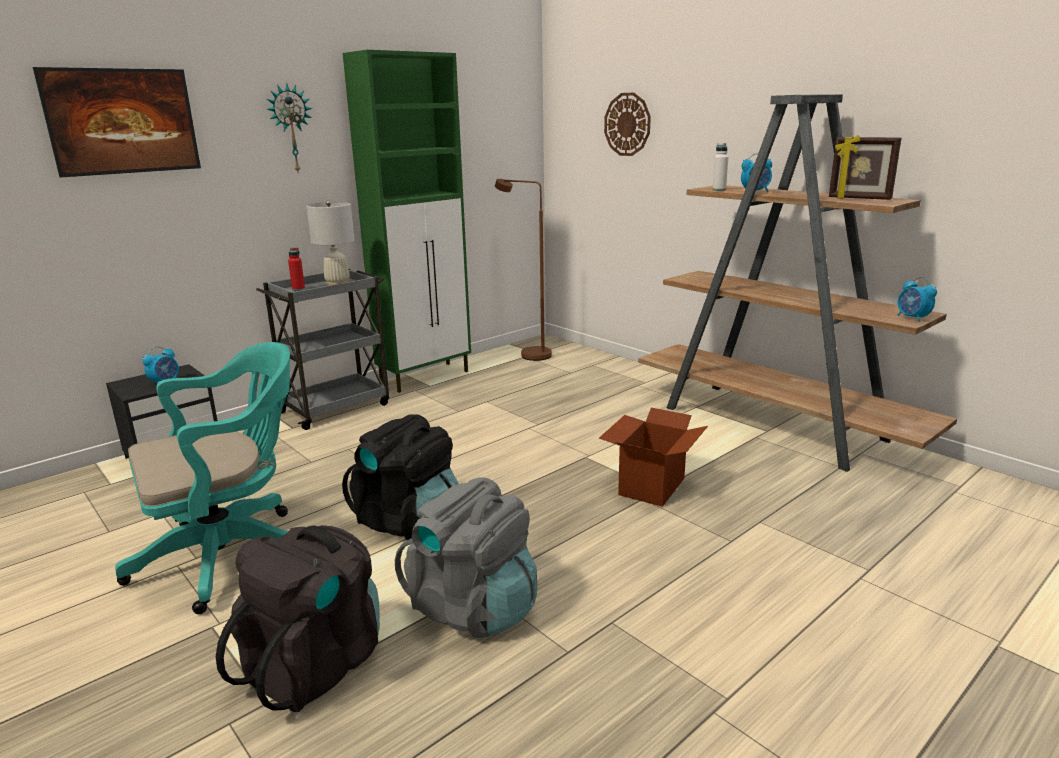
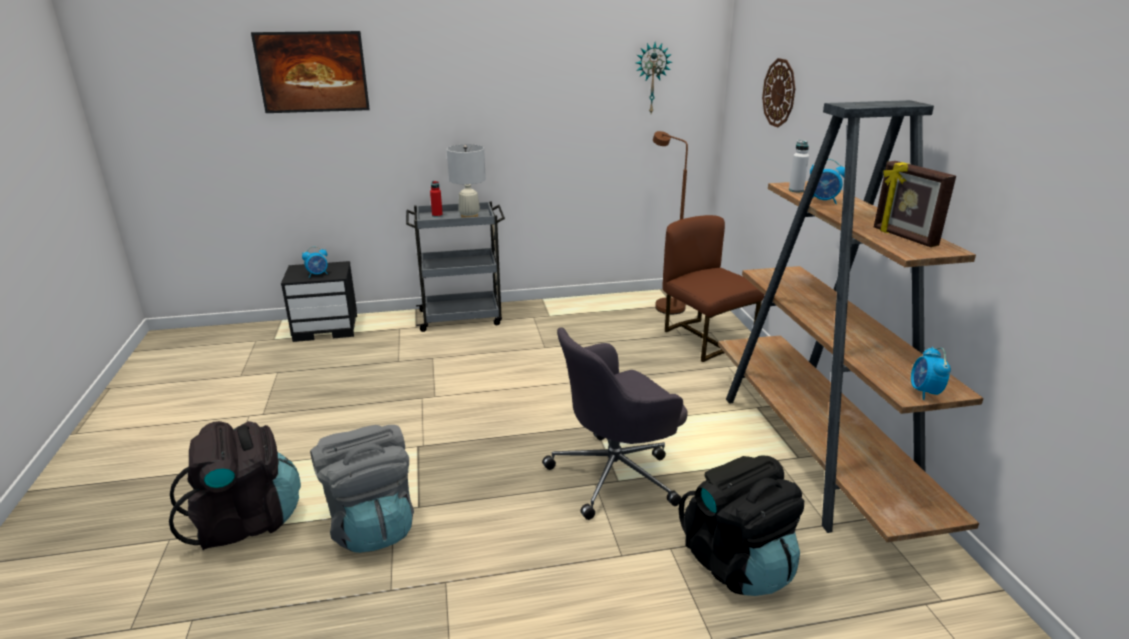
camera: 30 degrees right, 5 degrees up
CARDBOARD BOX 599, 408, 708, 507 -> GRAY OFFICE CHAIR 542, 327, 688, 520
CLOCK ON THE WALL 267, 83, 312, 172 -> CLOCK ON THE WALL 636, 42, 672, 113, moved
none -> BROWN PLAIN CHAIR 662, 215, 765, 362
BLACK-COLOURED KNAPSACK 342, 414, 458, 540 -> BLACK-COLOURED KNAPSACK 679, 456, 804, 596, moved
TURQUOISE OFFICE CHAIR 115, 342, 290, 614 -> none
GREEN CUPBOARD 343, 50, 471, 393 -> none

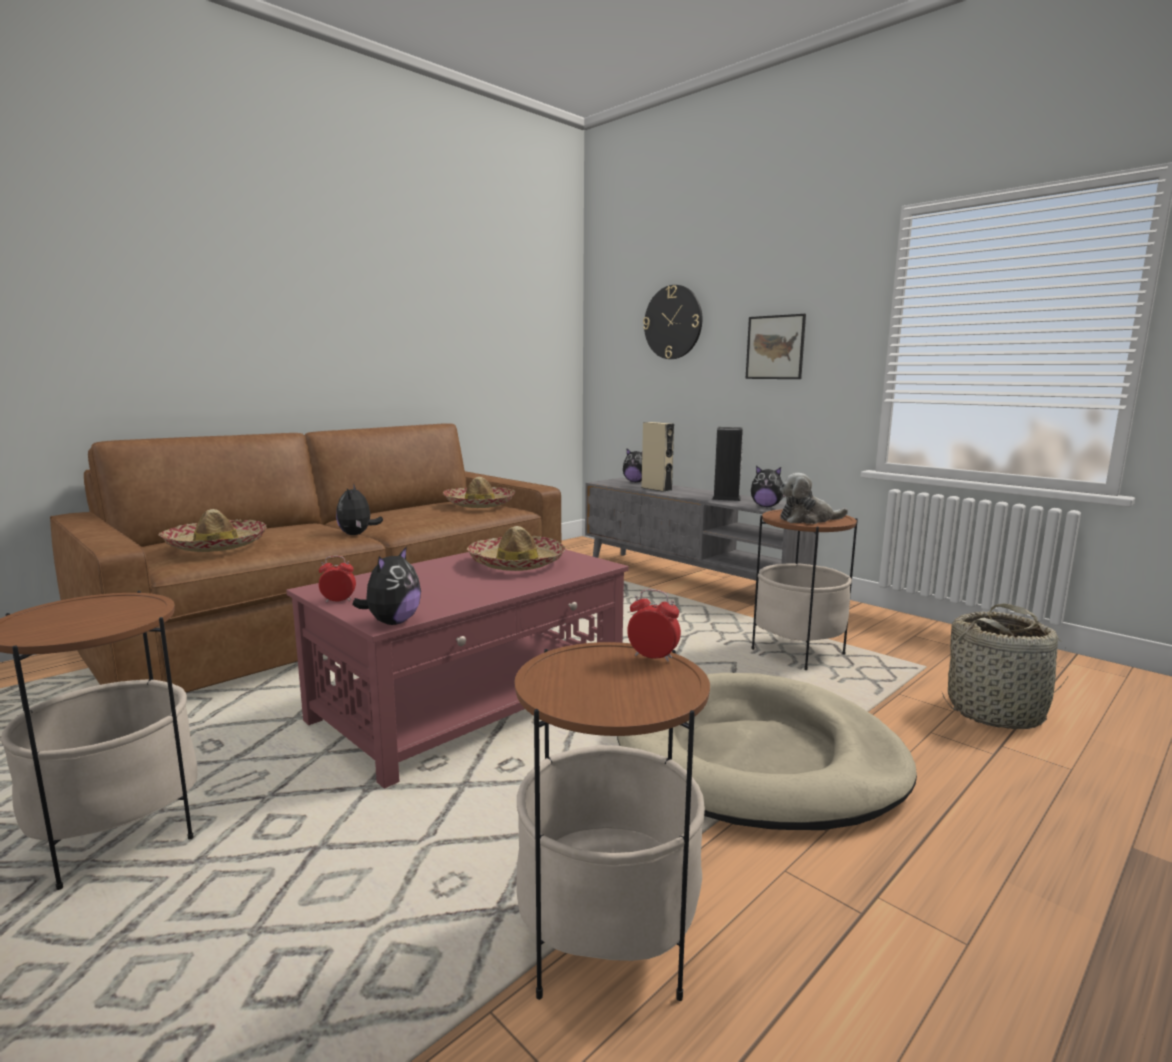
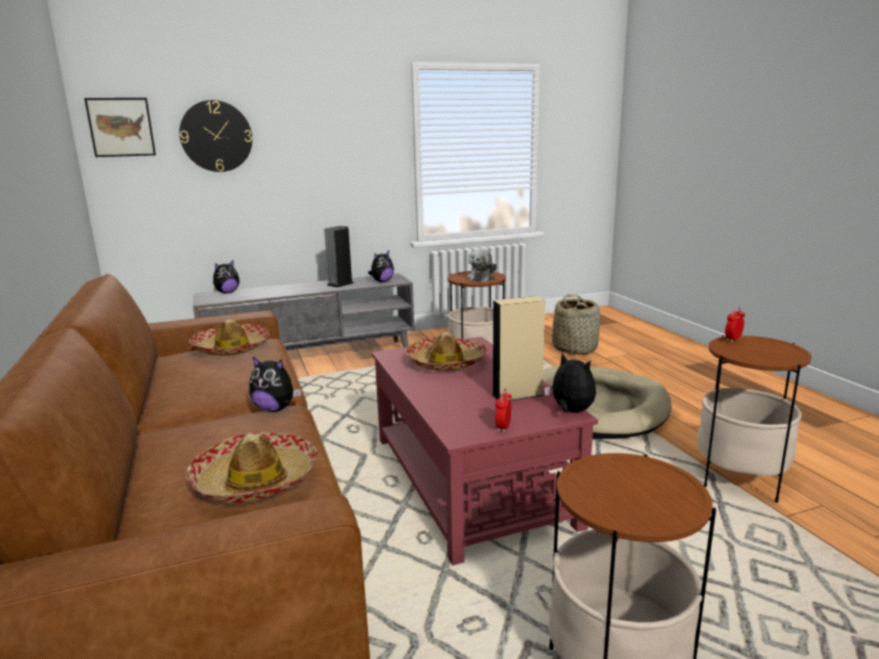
camera: 65 degrees left, 5 degrees up
WALL ART 745, 314, 806, 379 -> WALL ART 84, 98, 156, 157, moved
BEIGE SPEAKER 641, 422, 674, 492 -> BEIGE SPEAKER 492, 296, 545, 400, moved

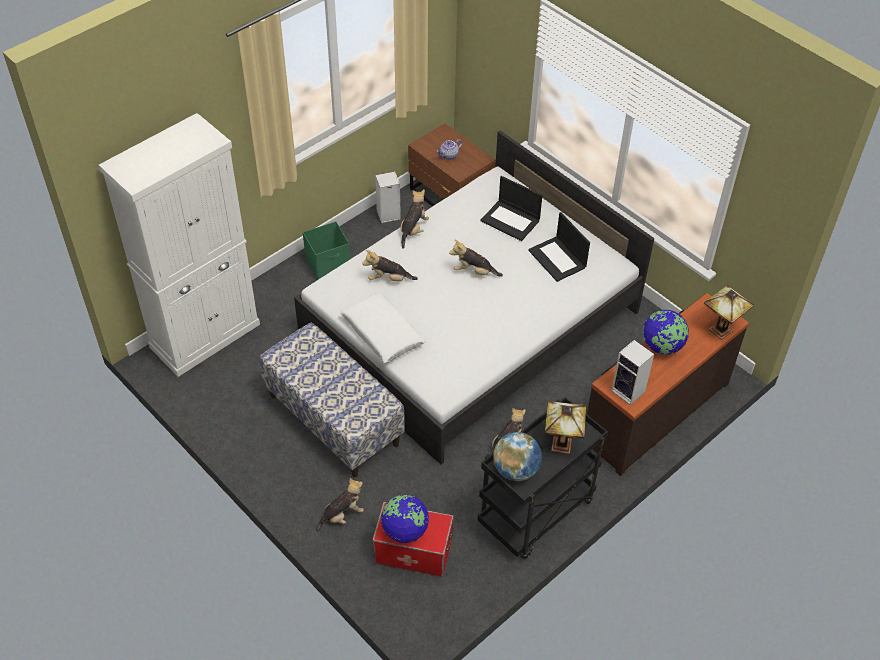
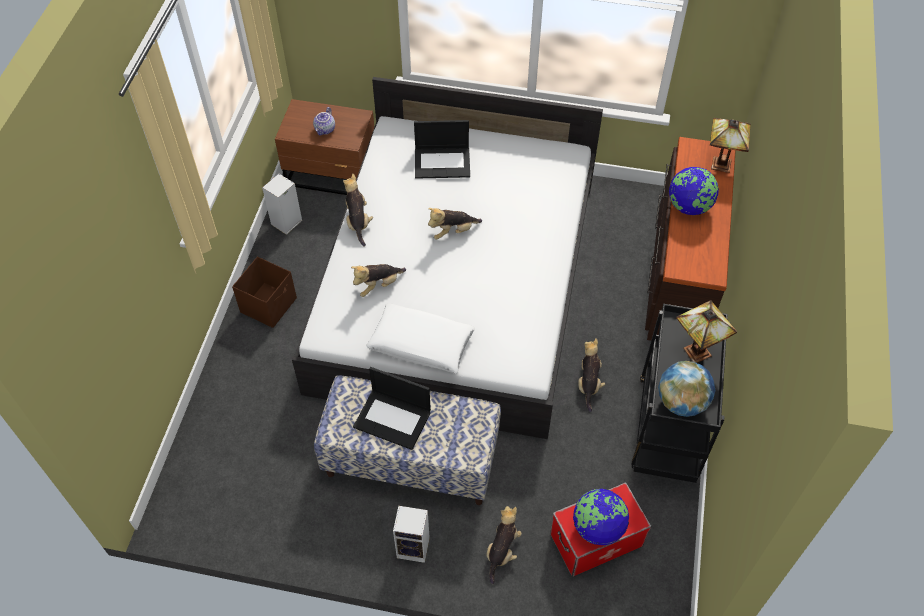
camera: 35 degrees left, 5 degrees up
GREEN STORAGE CONTAINER 303, 221, 351, 280 -> BROWN STORAGE CONTAINER 232, 256, 297, 328
LAPTOP 528, 212, 590, 282 -> LAPTOP 353, 367, 431, 450, moved
SPEAKER 611, 340, 654, 405 -> SPEAKER 393, 506, 430, 563, moved
WHITISH CUPBOARD 99, 113, 260, 377 -> none

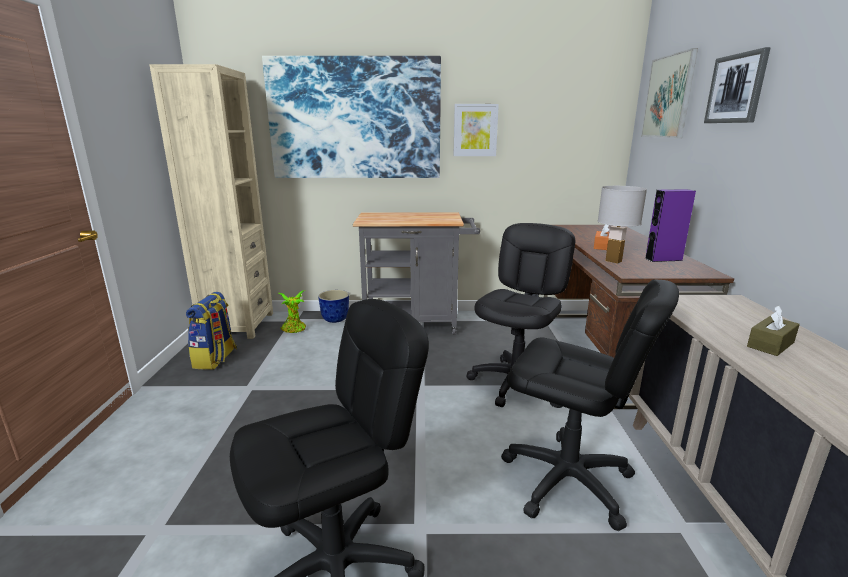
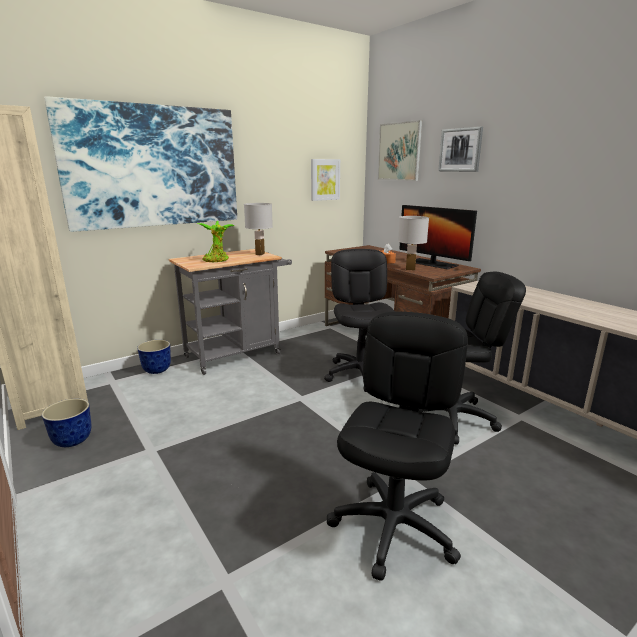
camera: 35 degrees left, 0 degrees up
KNAPSACK 186, 292, 237, 370 -> PLANT POT 42, 399, 91, 447
HOUSEPLANT 279, 290, 306, 333 -> HOUSEPLANT 197, 221, 235, 262, moved
none -> WHITISH LAMP FOR A TABLE 244, 203, 273, 255
WALL ART 453, 104, 499, 156 -> WALL ART 311, 159, 340, 201, moved
PURPLE SPEAKER 645, 189, 696, 262 -> COMPUTER SCREEN 399, 205, 477, 269
BROWN BOX OF TISSUES 747, 305, 800, 356 -> none

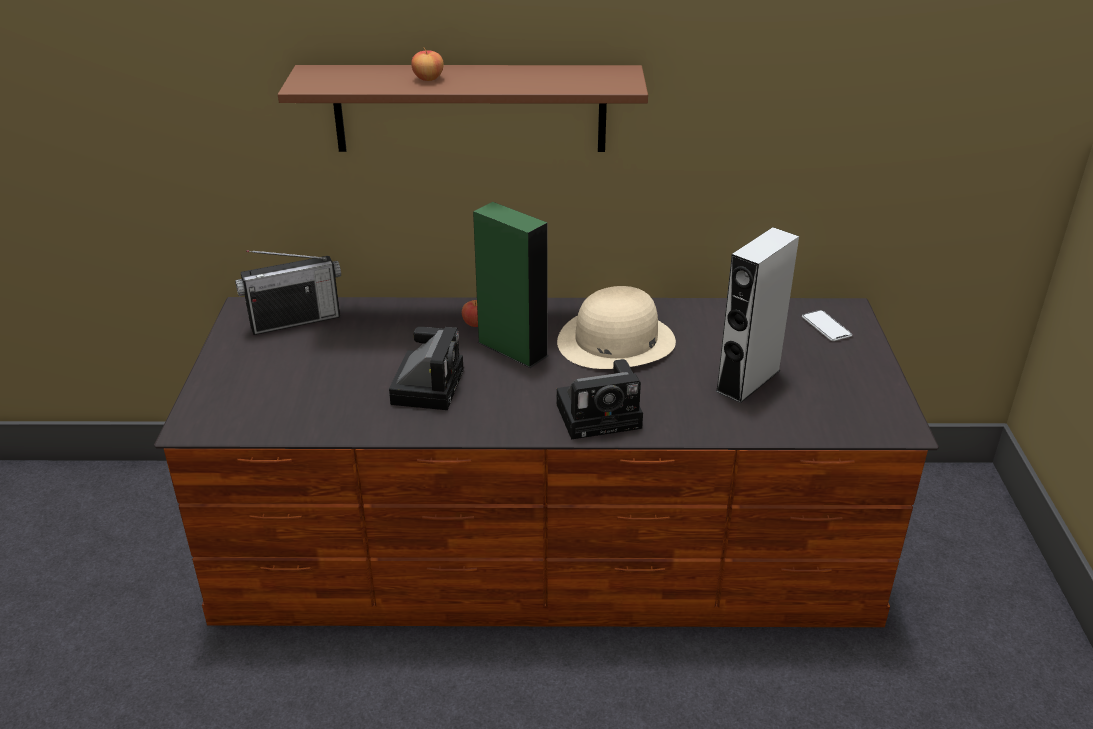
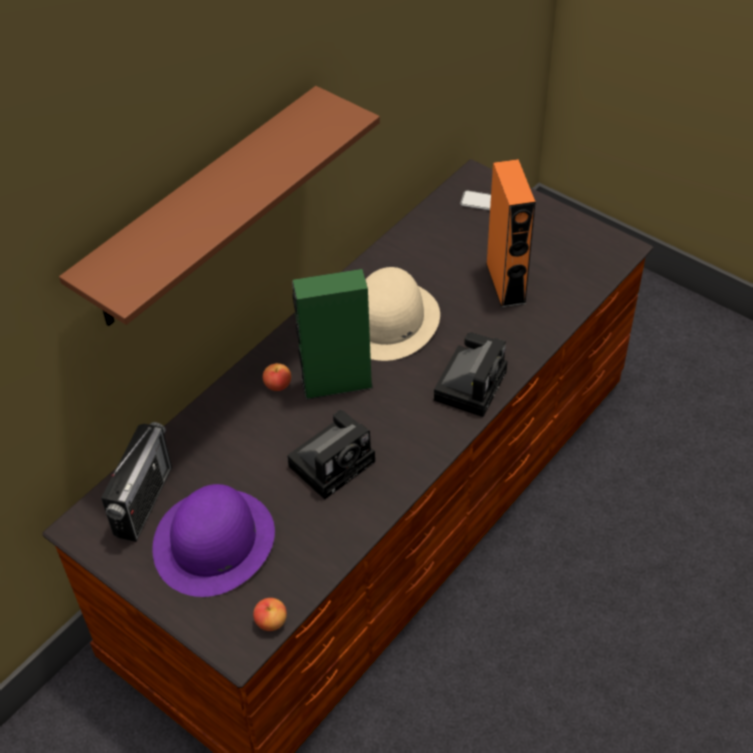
camera: 50 degrees left, 15 degrees up
none -> PURPLE HAT 152, 484, 275, 597
APPLE 411, 47, 444, 81 -> APPLE 253, 598, 287, 631, moved
PHOTO CAMERA 389, 327, 464, 410 -> PHOTO CAMERA 287, 410, 375, 500, 90 degrees clockwise
GRAY SPEAKER 715, 227, 799, 403 -> ORANGE-COLOURED SPEAKER 486, 159, 536, 308

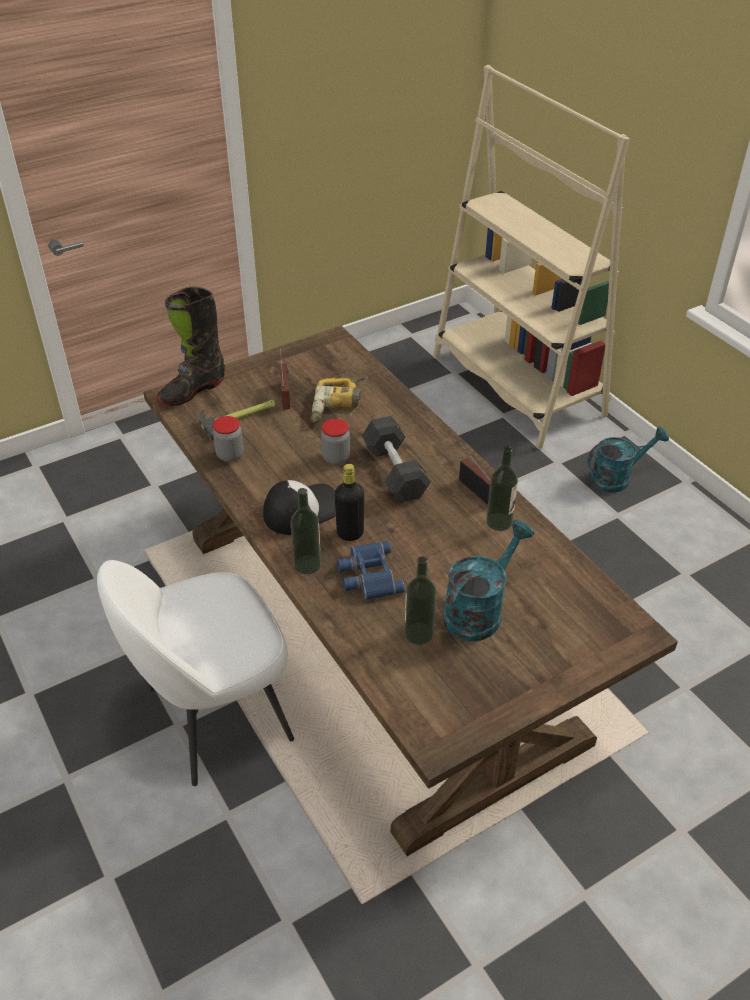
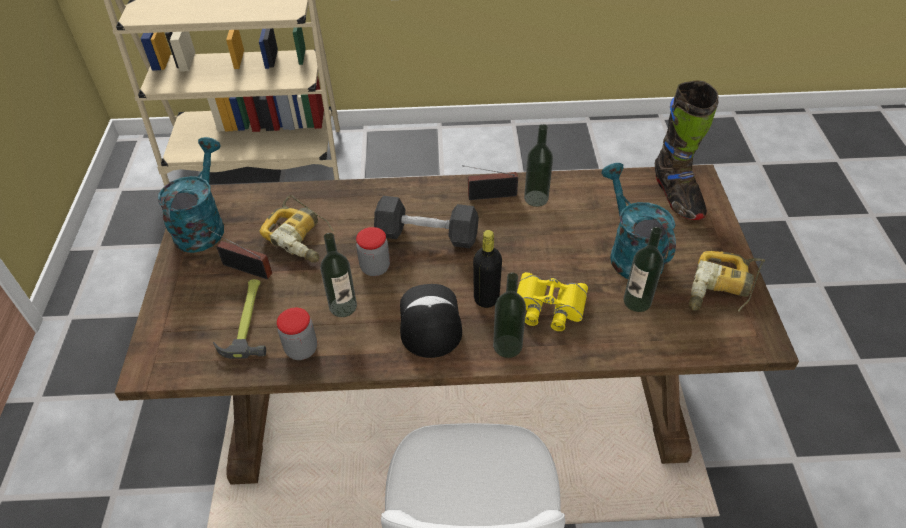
camera: 60 degrees left, 5 degrees up
TURQUOISE WATERING POT 588, 427, 669, 492 -> TURQUOISE WATERING POT 158, 137, 224, 253, moved
none -> BEVERAGE BOTTLE 320, 233, 357, 317
BLUE-COLOURED PAIR OF BINOCULARS 337, 541, 405, 600 -> YELLOW-COLOURED PAIR OF BINOCULARS 517, 272, 588, 331
BLACK-COLOURED HIGH-TOP BOOT 156, 286, 225, 406 -> BLACK-COLOURED HIGH-TOP BOOT 655, 81, 719, 220, moved
none -> POWER DRILL 689, 251, 765, 312

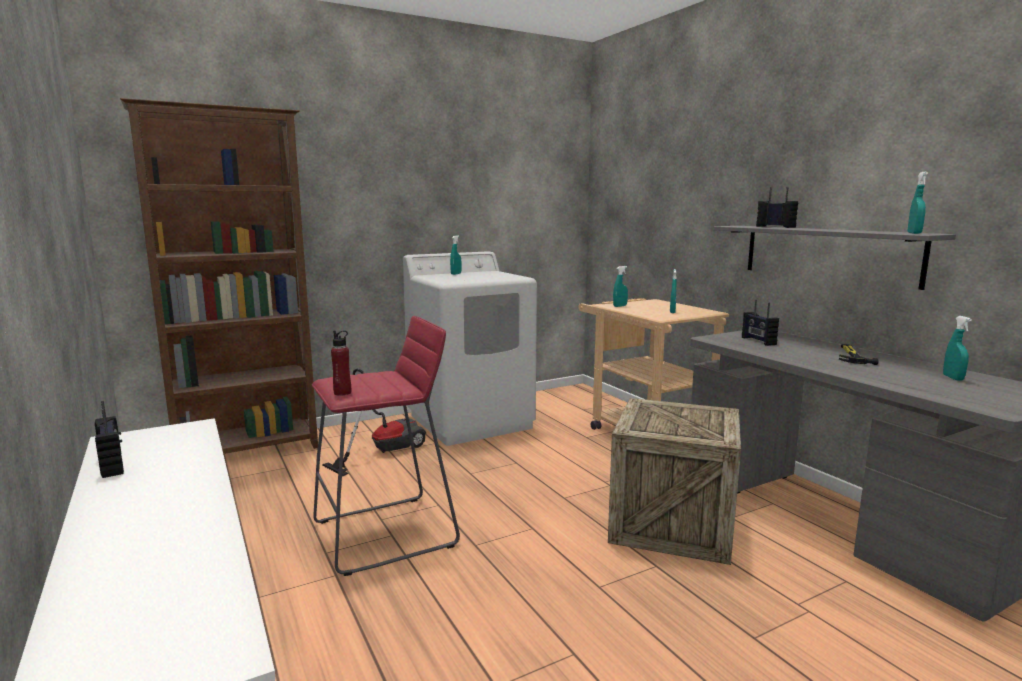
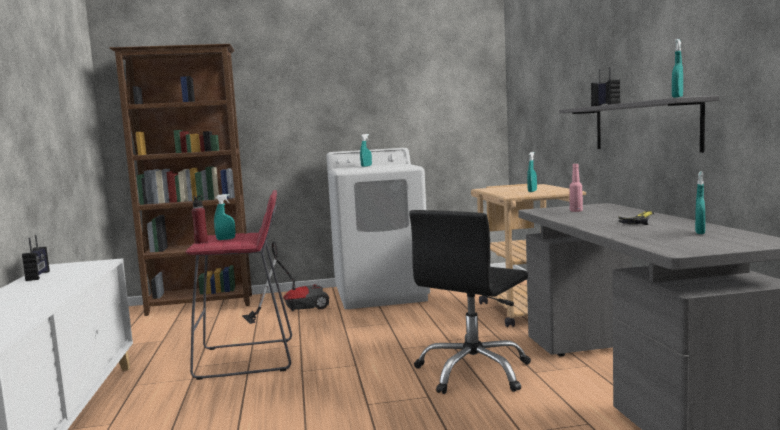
camera: 20 degrees right, 5 degrees down
TURQUOISE HAND SPRAYER 613, 266, 628, 307 -> TURQUOISE HAND SPRAYER 214, 194, 235, 240, moved
SHIPPING CRATE 608, 398, 741, 565 -> BLACK-COLOURED OFFICE CHAIR 409, 210, 531, 394
RADIO RECEIVER 742, 300, 779, 346 -> PINK-COLOURED BEVERAGE BOTTLE 569, 164, 583, 212

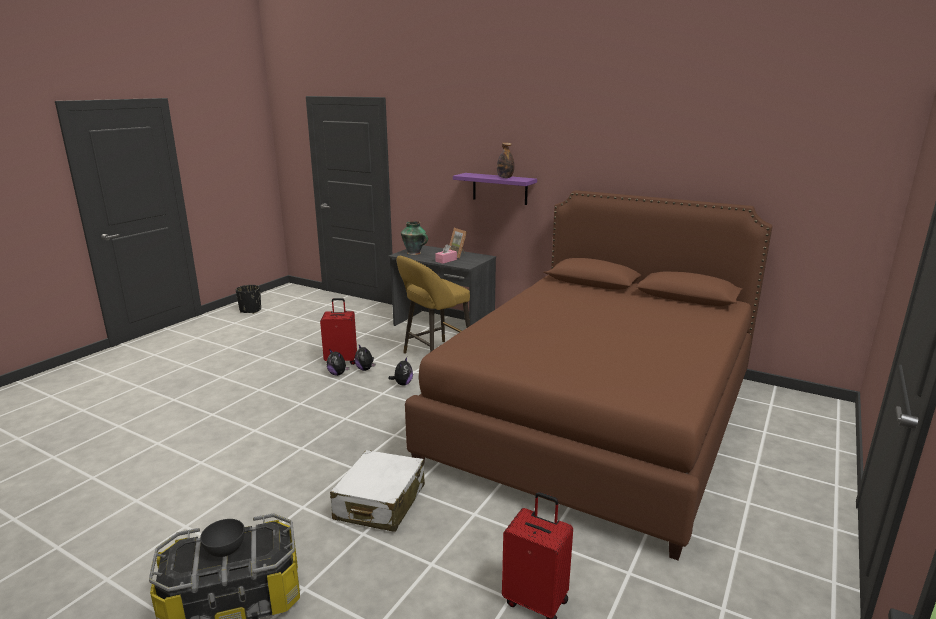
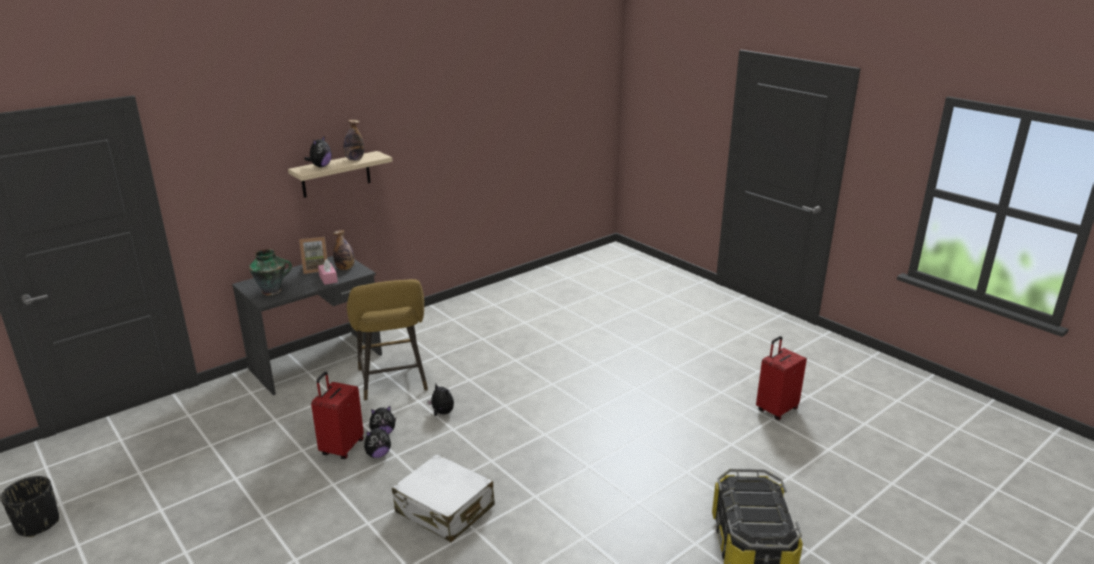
camera: 70 degrees left, 5 degrees up
PURPLE SHELF 453, 173, 537, 205 -> BEIGE SHELF 288, 151, 392, 198
none -> CUDDLY TOY 304, 135, 332, 167
none -> BEVERAGE BOTTLE 333, 230, 355, 270
WHITISH SUITCASE 330, 450, 425, 532 -> WHITISH SUITCASE 392, 454, 495, 542, moved
GRAY SERVING BOWL 200, 519, 245, 557 -> none
BROWN SLEEPING BED 405, 190, 772, 560 -> none

